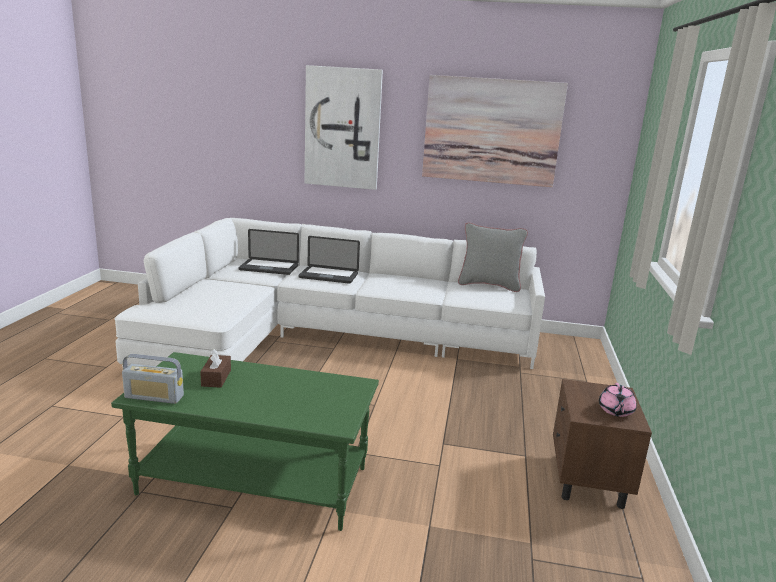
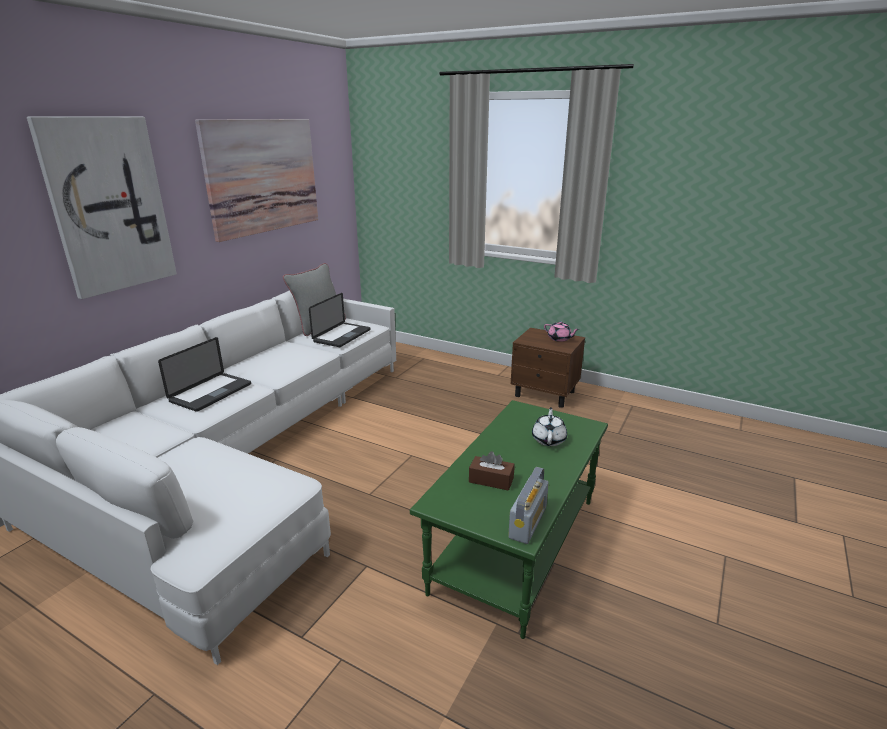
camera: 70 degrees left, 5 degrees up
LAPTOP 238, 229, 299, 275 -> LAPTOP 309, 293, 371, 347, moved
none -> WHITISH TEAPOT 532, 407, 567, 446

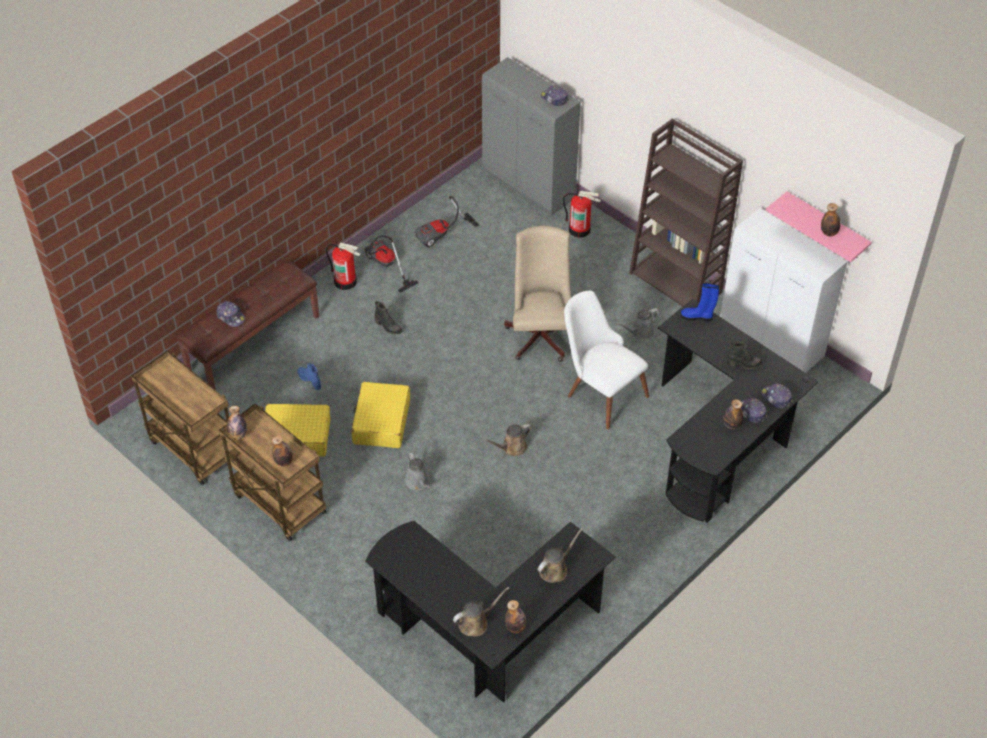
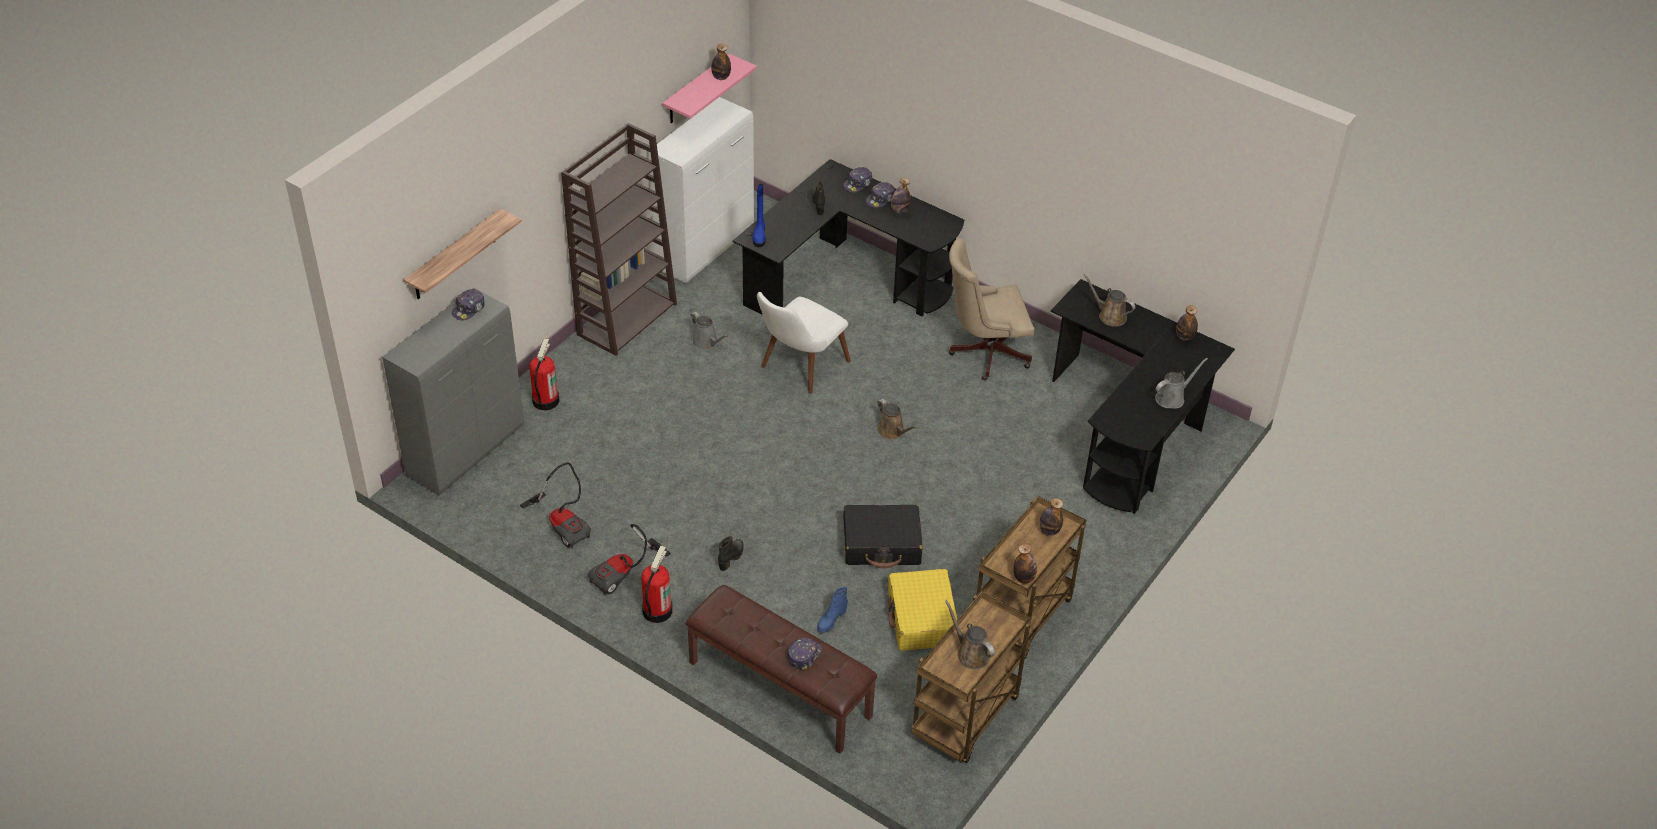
camera: 100 degrees left, 5 degrees down
none -> SHELF 404, 209, 522, 299
YELLOW-COLOURED SUITCASE 351, 382, 410, 448 -> BLACK-COLOURED SUITCASE 844, 505, 923, 568
BROWN WATERING POT 453, 587, 509, 636 -> BROWN WATERING POT 945, 600, 995, 669, moved
BEIGE OFFICE CHAIR 504, 226, 571, 362 -> BEIGE OFFICE CHAIR 949, 238, 1034, 380, moved
GRAY WATERING POT 405, 452, 431, 490 -> GRAY WATERING POT 1155, 358, 1208, 409, moved

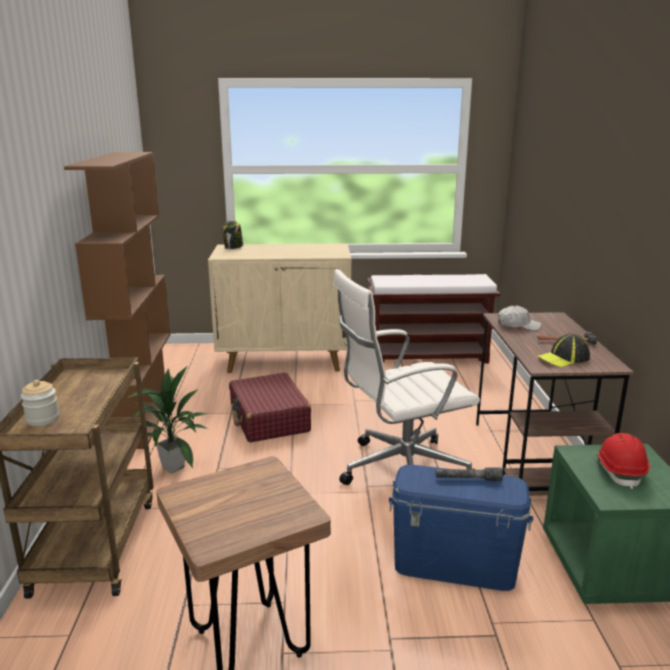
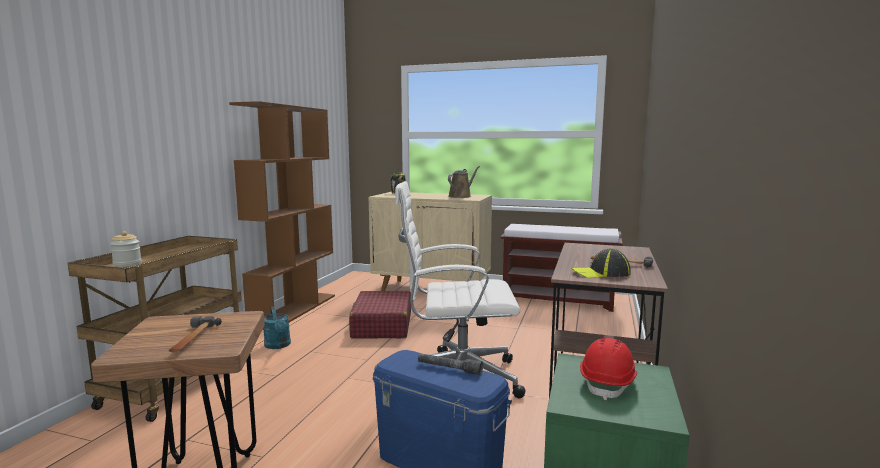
camera: 20 degrees right, 10 degrees down
none -> HAND HAMMER 169, 316, 222, 352
HOUSEPLANT 129, 365, 208, 473 -> TURQUOISE WATERING POT 263, 306, 291, 349
none -> BROWN WATERING POT 448, 166, 480, 198
WHITISH PEAKED CAP 498, 306, 541, 331 -> none

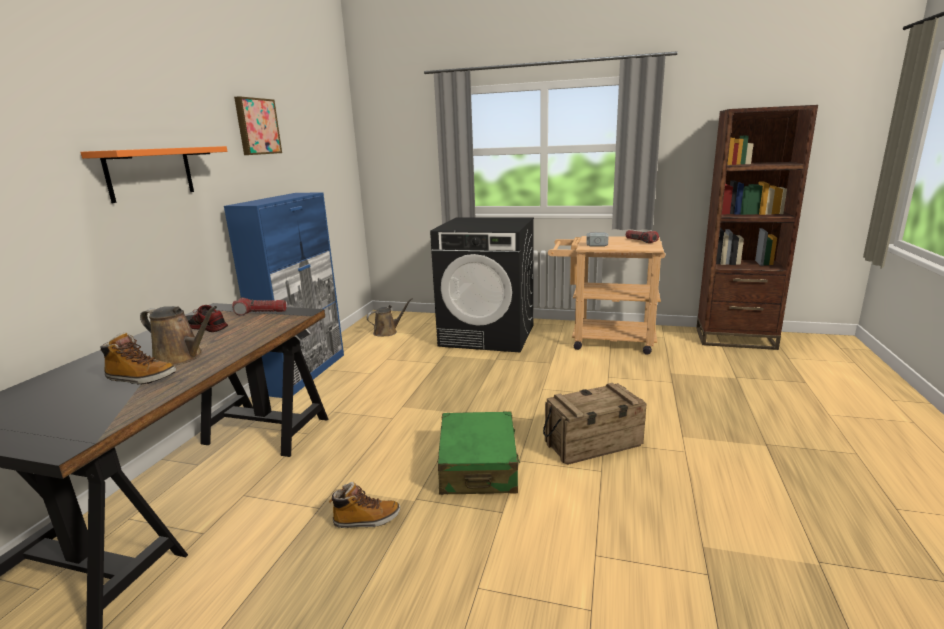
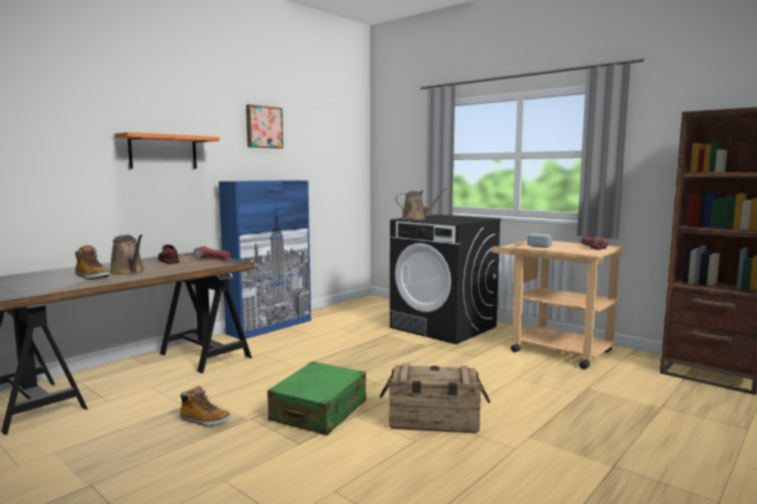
camera: 25 degrees right, 10 degrees down
BROWN WATERING POT 367, 298, 413, 337 -> BROWN WATERING POT 396, 188, 448, 220, moved

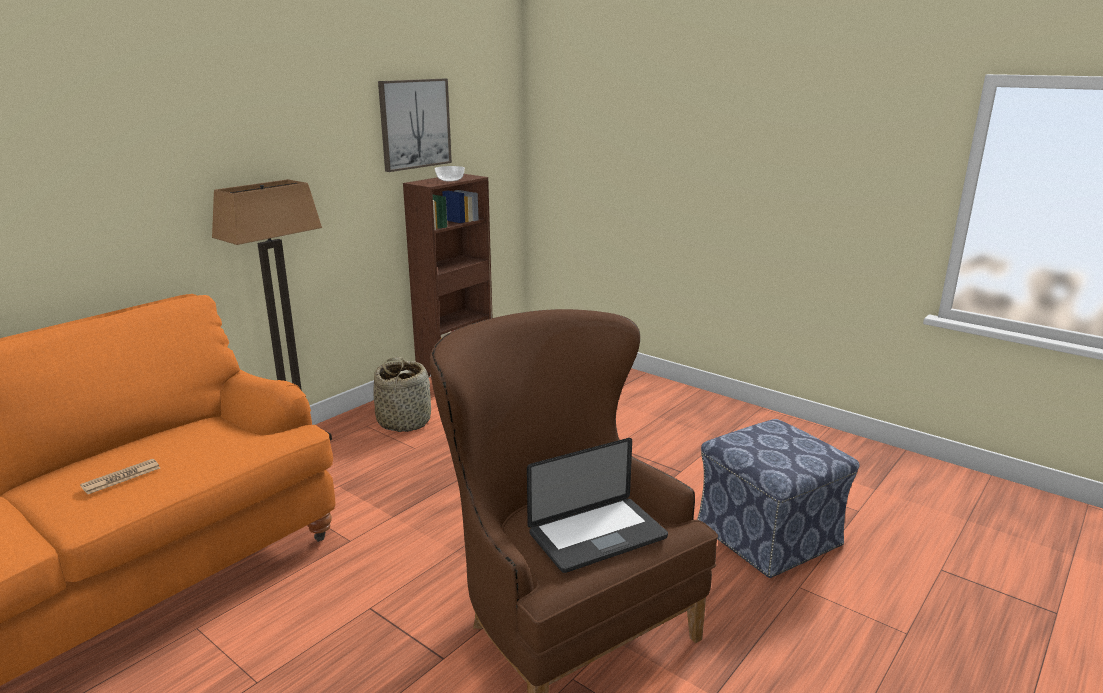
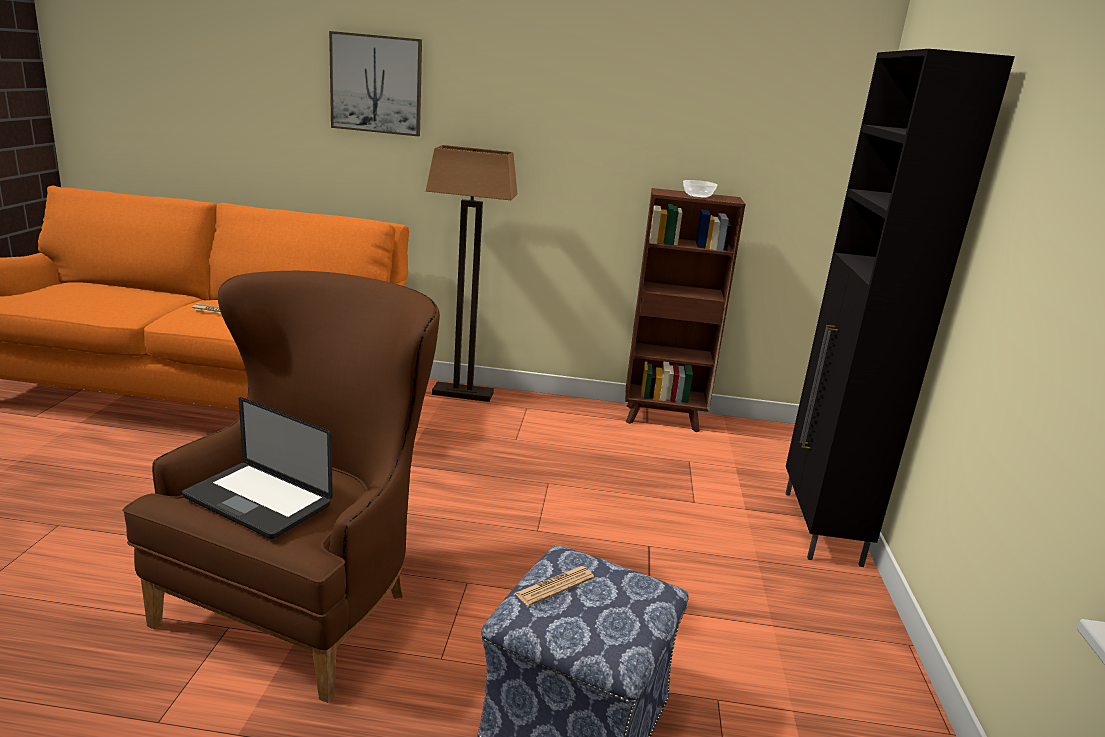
camera: 55 degrees right, 0 degrees up
WALL ART 378, 79, 452, 172 -> WALL ART 329, 31, 422, 136, moved
none -> PRINTED PAPER 515, 566, 594, 606
none -> BLACK-COLOURED CUPBOARD 786, 49, 1015, 567
BASKET 373, 357, 431, 432 -> none

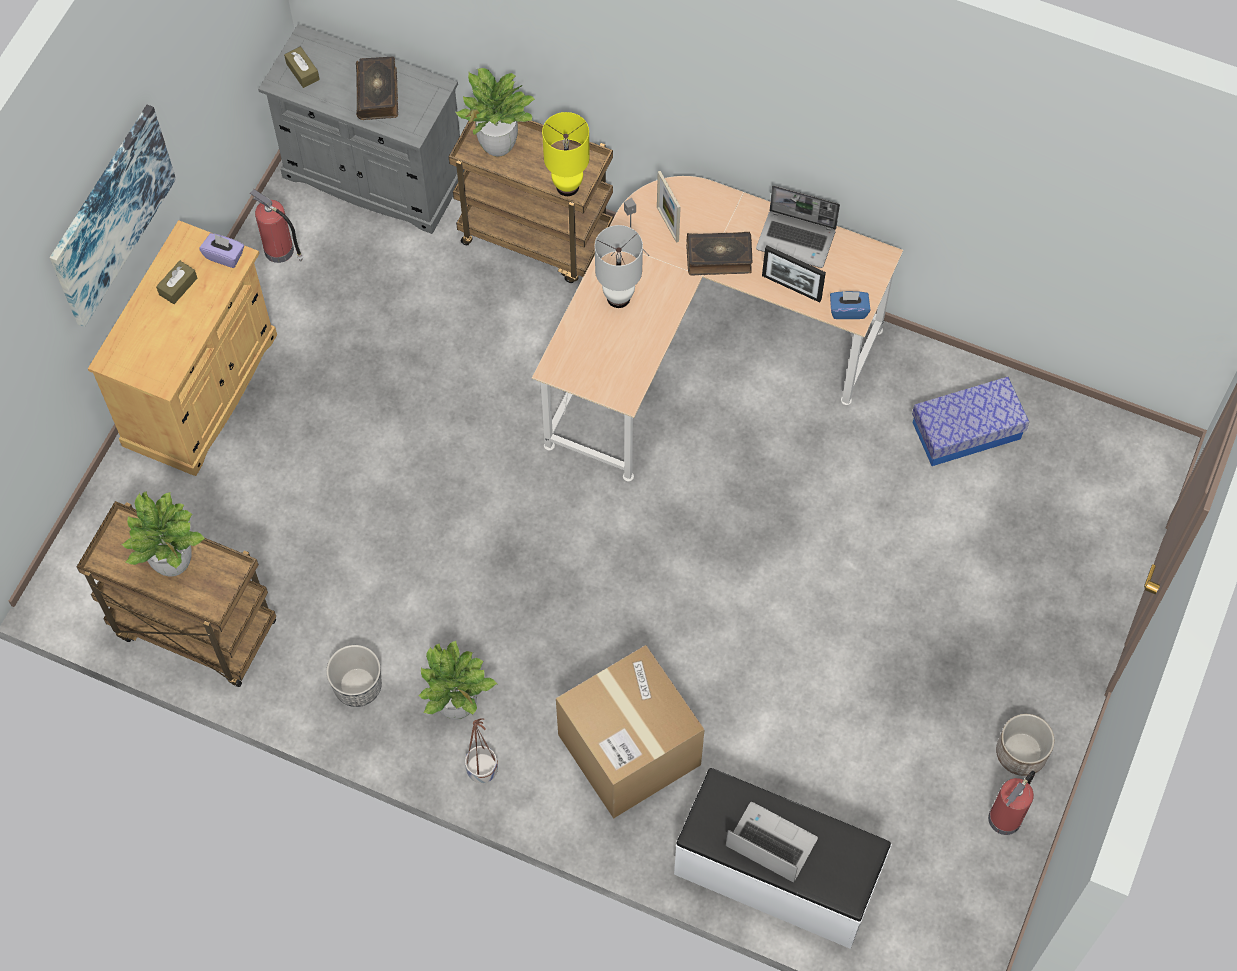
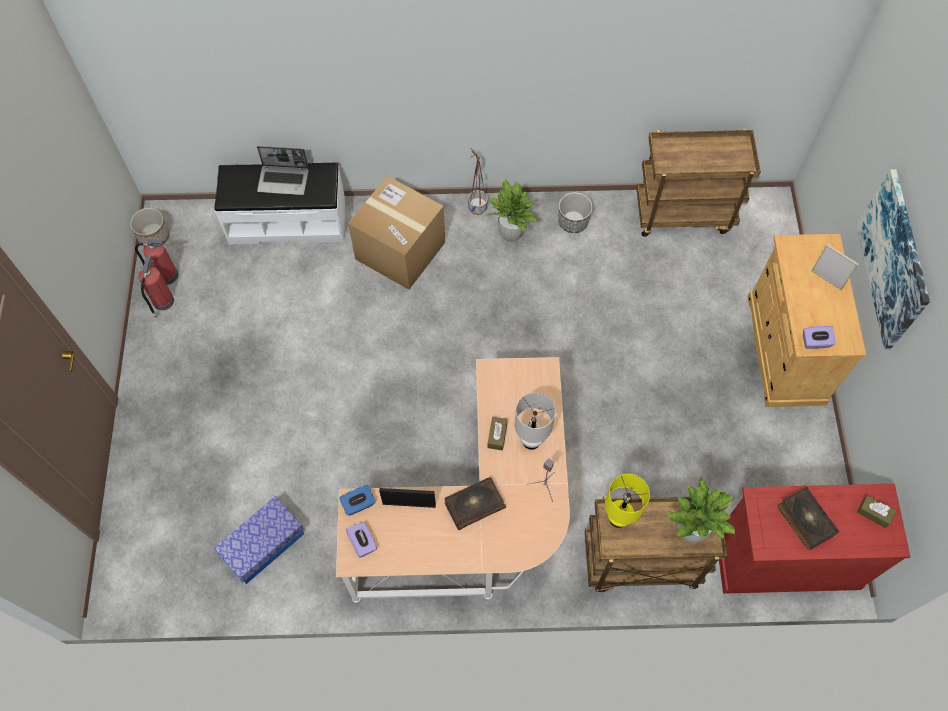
camera: 155 degrees right, 0 degrees up
PLANT POT 996, 714, 1054, 776 -> PLANT POT 130, 208, 170, 246, moved
FIRE EXTINGUISHER 250, 189, 303, 263 -> FIRE EXTINGUISHER 135, 240, 178, 285, moved
none -> PURPLE BOX OF TISSUES 346, 522, 377, 558
BROWN BOX OF TISSUES 156, 261, 197, 304 -> BROWN BOX OF TISSUES 487, 417, 508, 450, moved
GRAY CUPBOARD 258, 24, 465, 234 -> RED-COLOURED CUPBOARD 719, 484, 911, 594
STANDING FRAME 657, 171, 681, 243 -> STANDING FRAME 812, 244, 858, 290, moved
HOUSEPLANT 122, 491, 206, 577 -> none
LAPTOP 756, 185, 840, 268 -> none

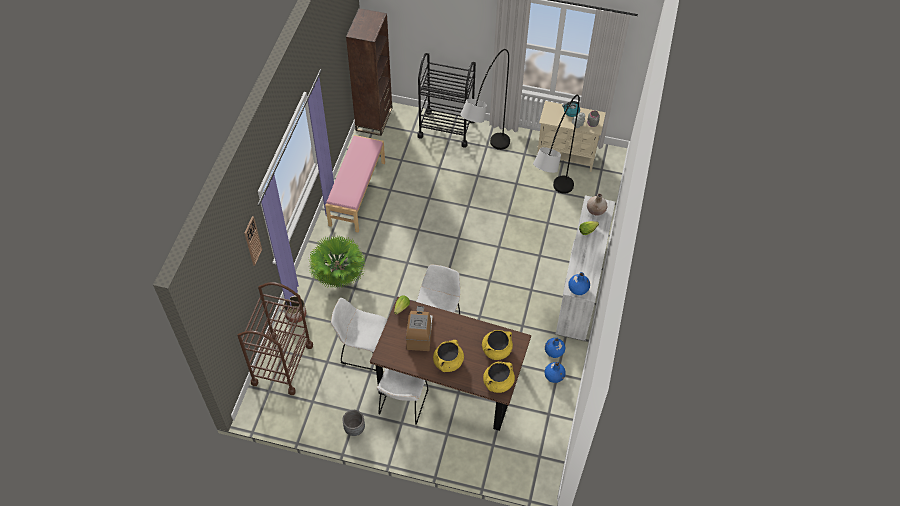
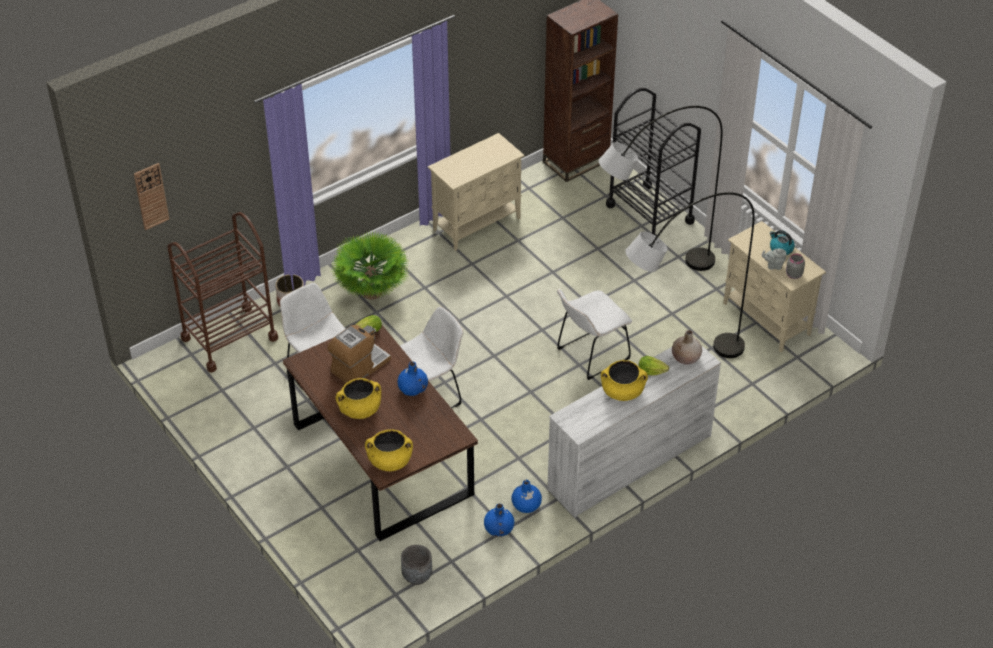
camera: 40 degrees right, 10 degrees down
CLOCK ON THE WALL 244, 216, 262, 266 -> CLOCK ON THE WALL 134, 163, 170, 230, moved
BLUE-COLOURED VASE 568, 272, 590, 295 -> BLUE-COLOURED VASE 397, 361, 428, 396, moved
GRAY PLANT POT 342, 410, 365, 436 -> GRAY PLANT POT 401, 545, 432, 585, moved
PINK-COLOURED BENCH 325, 135, 385, 233 -> BEIGE CUPBOARD 428, 133, 525, 251
WHITISH PLAIN CHAIR 377, 368, 428, 425 -> WHITISH PLAIN CHAIR 557, 289, 632, 380, moved
YELLOW-COLOURED STOCKPOT 482, 330, 513, 360 -> YELLOW-COLOURED STOCKPOT 601, 360, 648, 401, moved

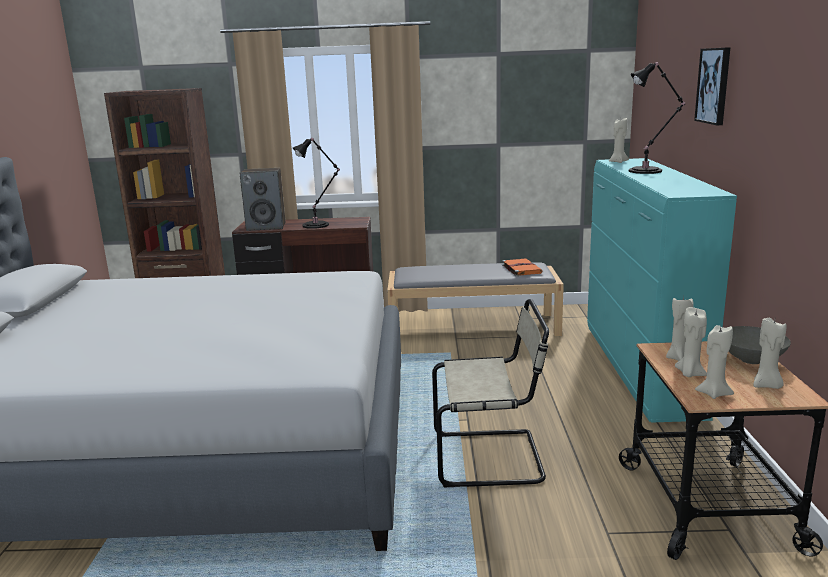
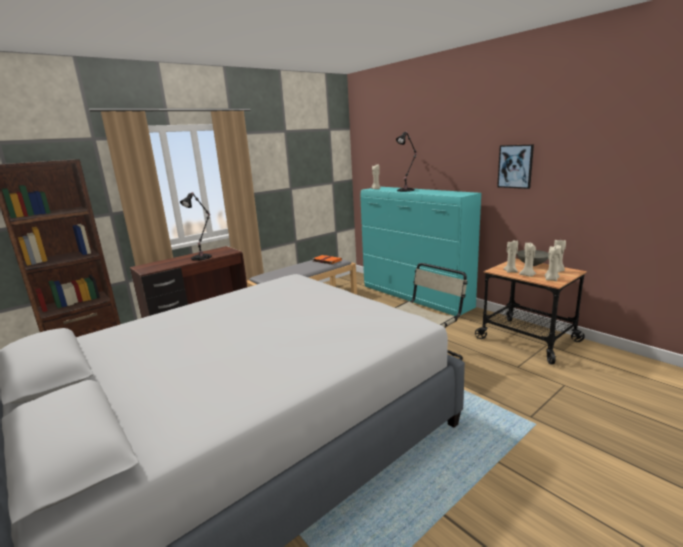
camera: 40 degrees left, 0 degrees up
WALL ART 694, 47, 730, 125 -> WALL ART 497, 144, 534, 189, moved
SPEAKER 240, 168, 285, 231 -> none

